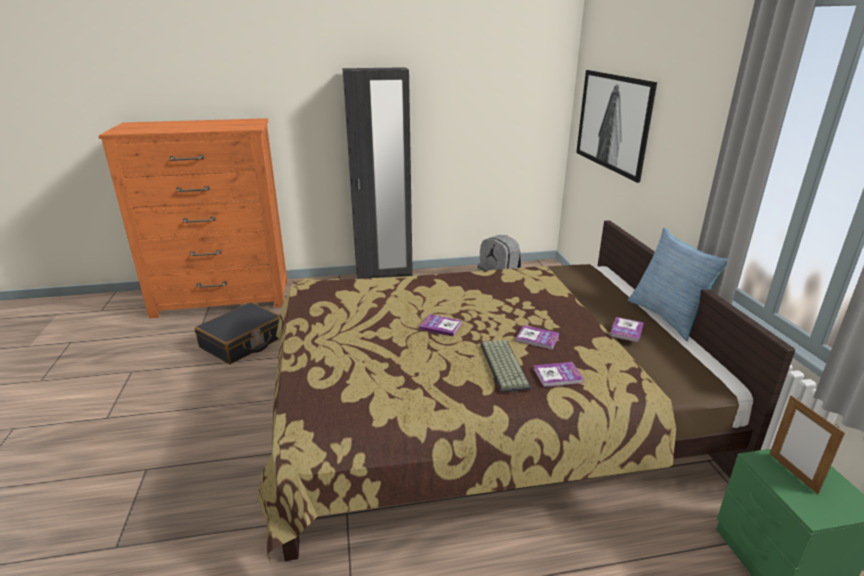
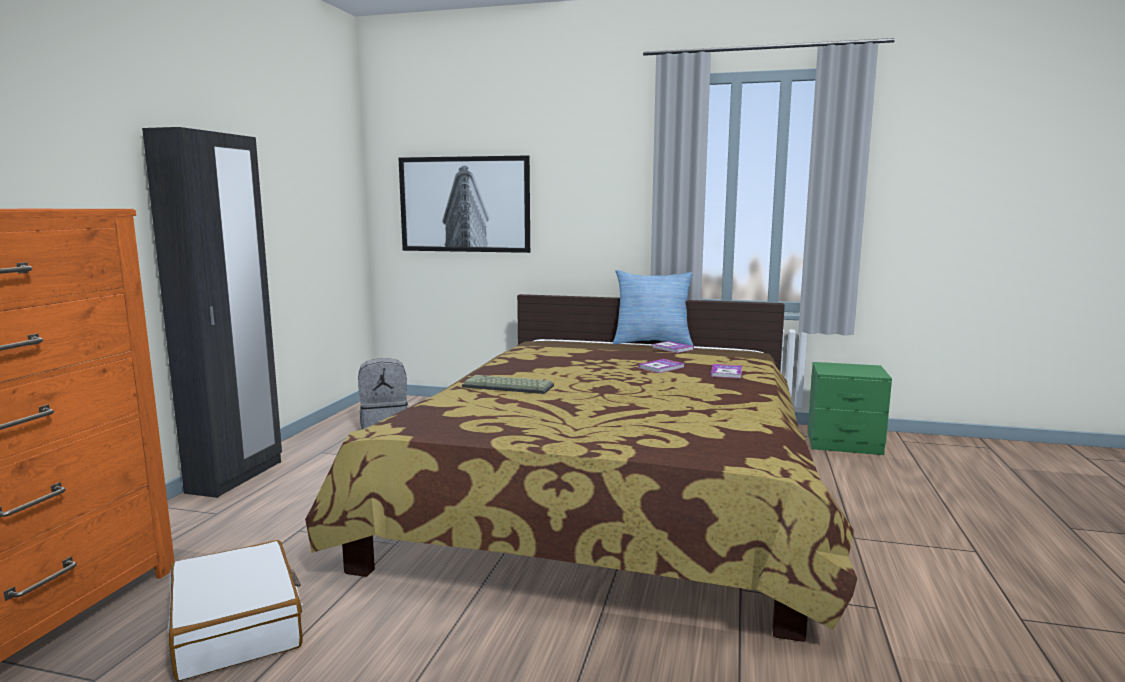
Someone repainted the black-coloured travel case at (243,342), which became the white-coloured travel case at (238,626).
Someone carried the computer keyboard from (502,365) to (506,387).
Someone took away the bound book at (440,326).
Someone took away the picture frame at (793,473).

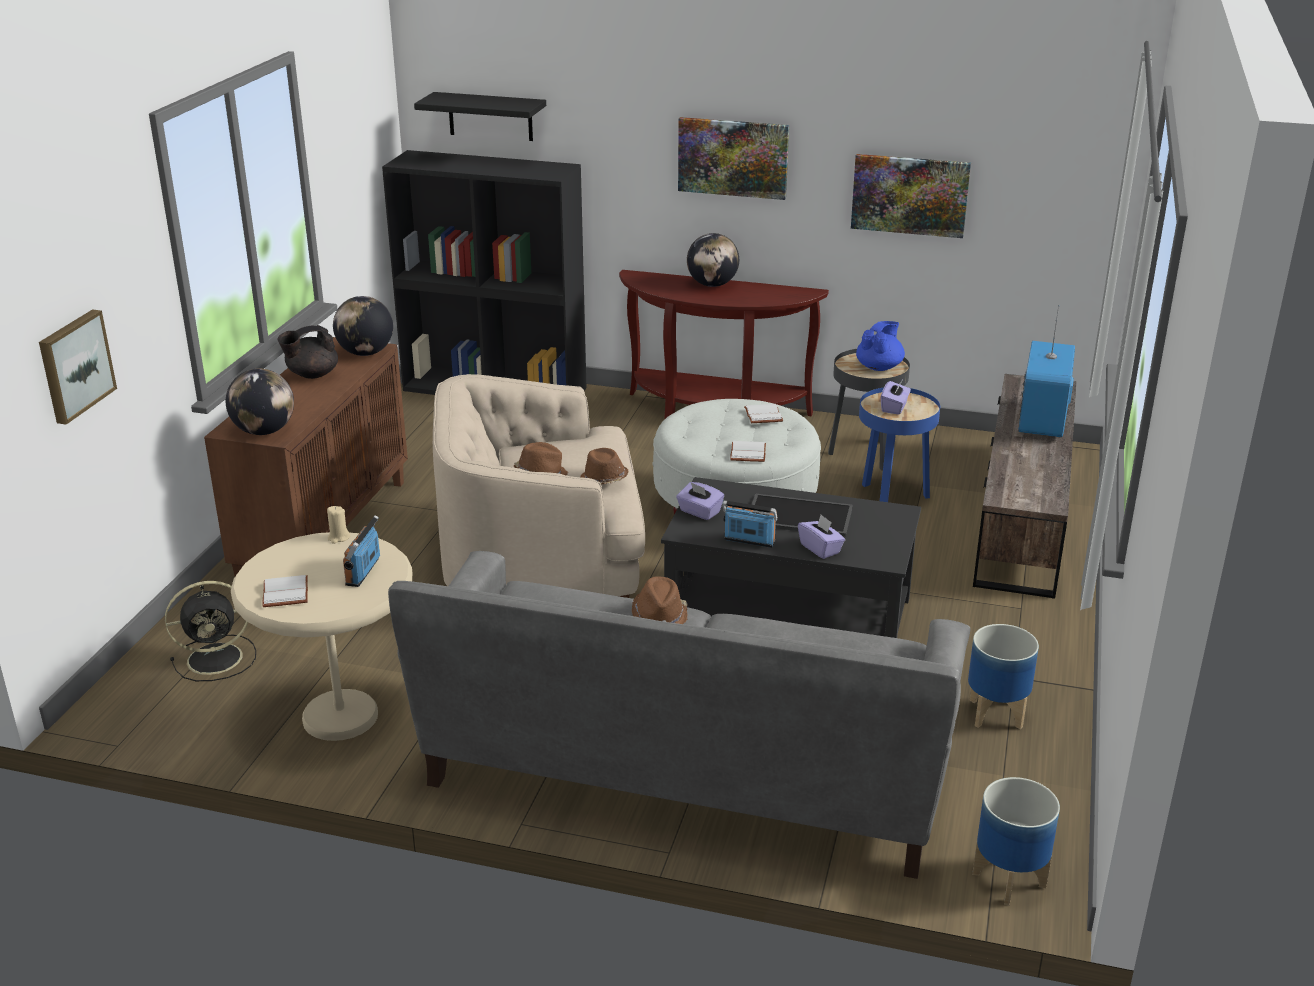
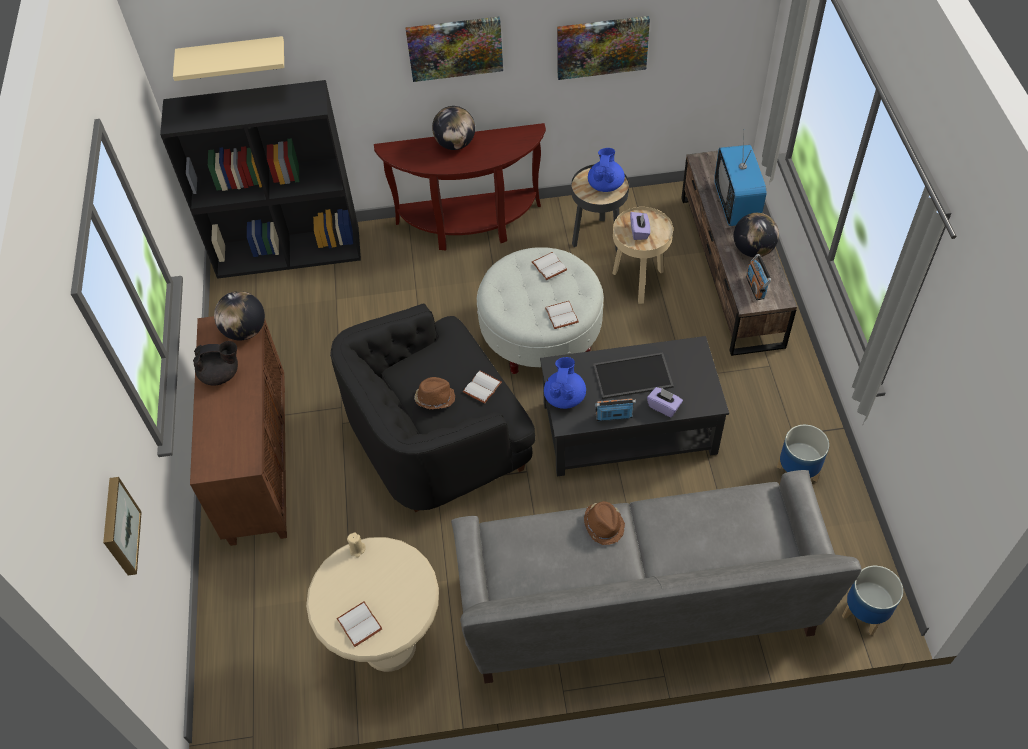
Someone repainted the black-coloured wall shelf at (490,116), which became the beige wall shelf at (233,57).
Someone rotated the black-coloured pot for tea at (312,374) by 135 degrees counterclockwise.
Someone repainted the beige easy chair at (542,565), which became the black-coloured easy chair at (438,440).
Someone swapped the brown-coloured wearable hat at (603,480) for the white-coloured bound book at (483,388).
Someone swapped the purple-coloured box of tissues at (699,512) for the blue pot for tea at (564,397).
Someone repainted the blue side table at (891,498), which became the beige side table at (638,281).
Someone carried the world globe from (264,431) to (753,250).
Someone carried the radio from (363,572) to (755,287).
Someone took away the black-coloured electric fan at (217,658).

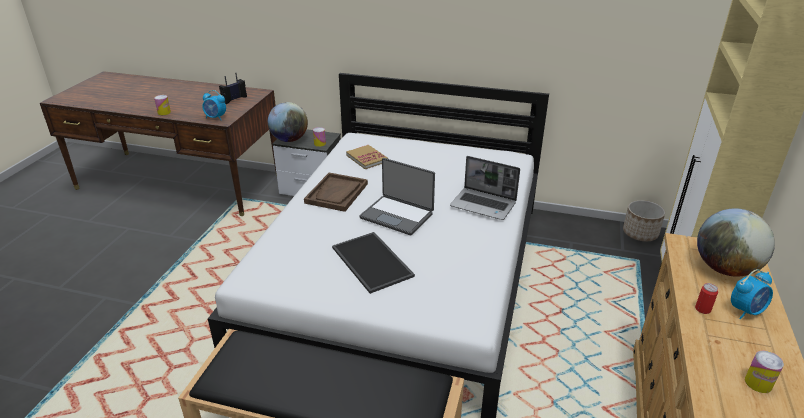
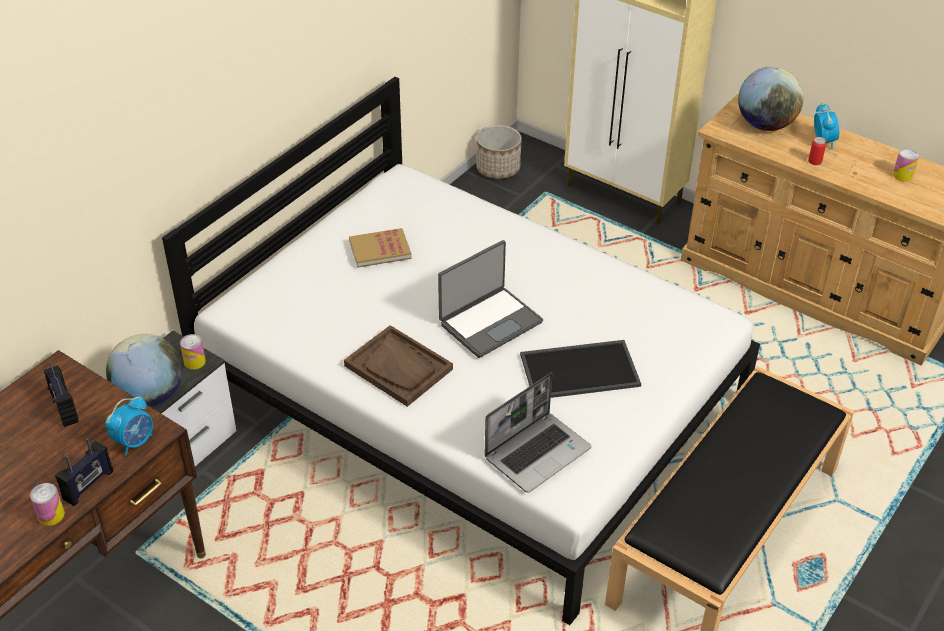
Someone put down the radio at (89,485).
Someone carried the bound book from (367,158) to (380,250).
Someone carried the portable computer from (484,205) to (537,452).

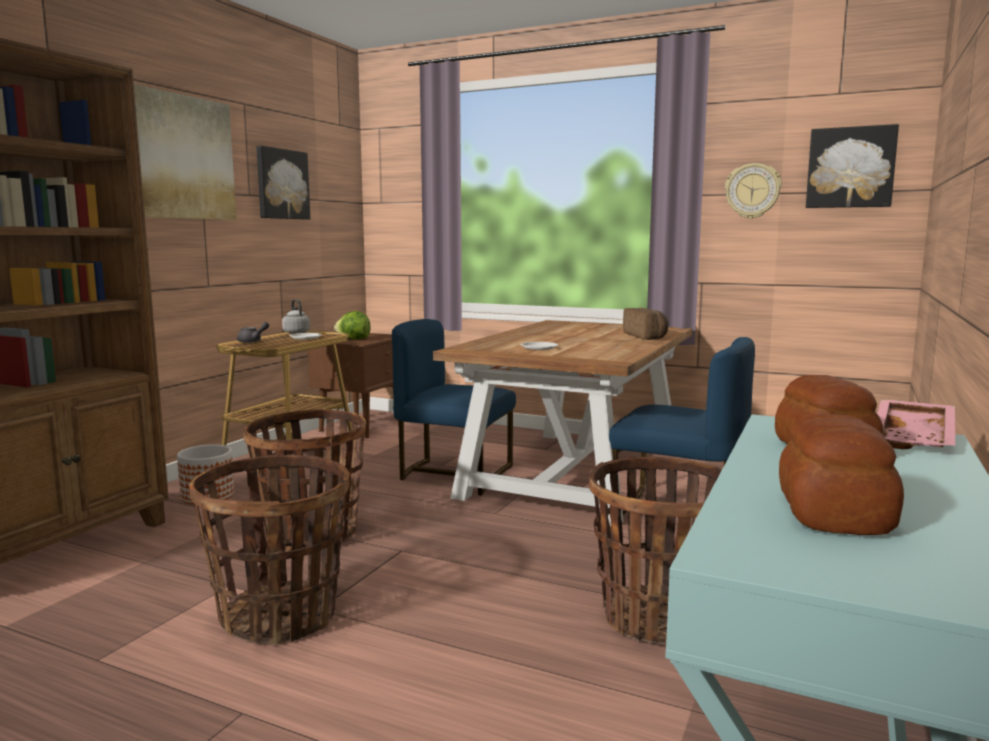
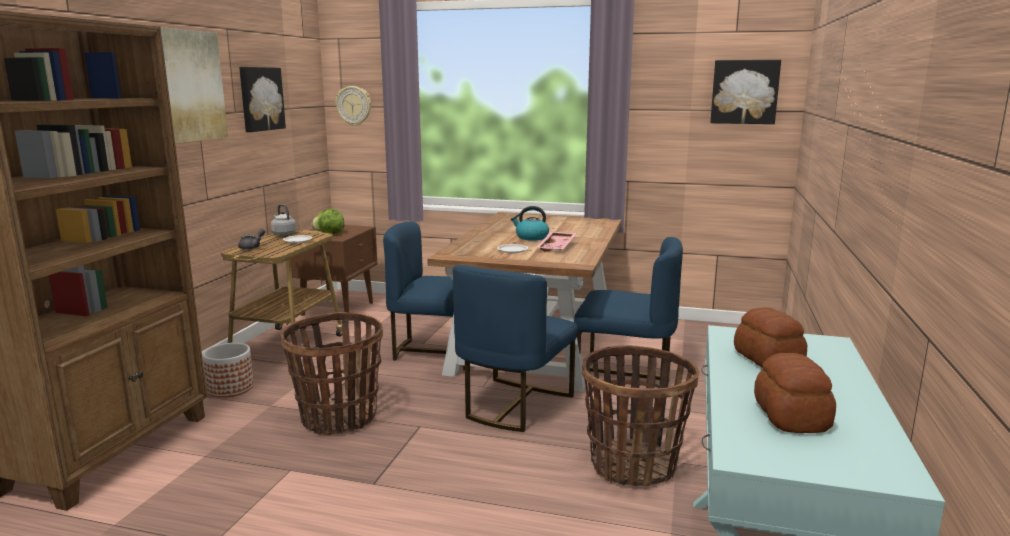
Someone carried the hanging clock from (752,191) to (354,106).
Someone put down the blue plain chair at (514,405).
Someone put down the tea kettle at (531,237).
Someone carried the pink tray from (915,438) to (557,247).
Someone took away the basket at (280,616).
Someone took away the bread at (647,336).

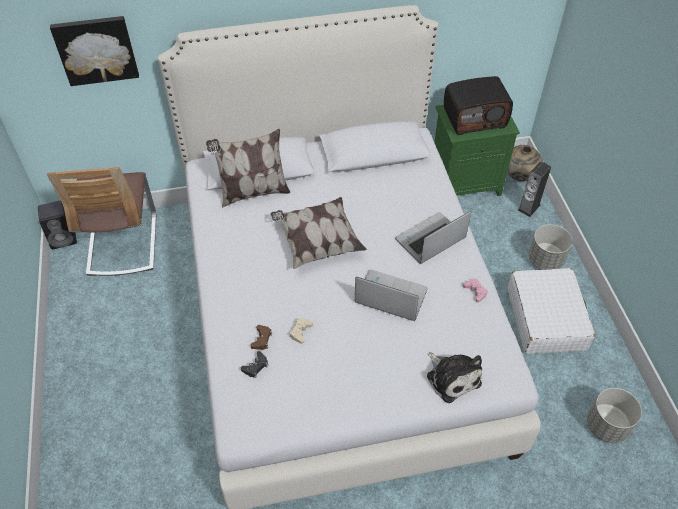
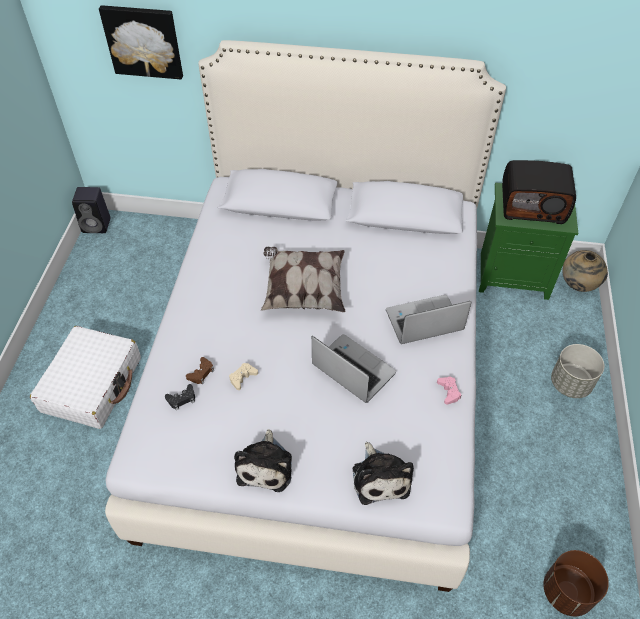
Someone carried the white-coloured travel case from (546,318) to (92,384).
Someone put down the cuddly toy at (266,465).
Someone repainted the greyish flower pot at (606,426), which became the brown-coloured flower pot at (566,592).
Someone took away the plain chair at (122,244).
Someone took away the throw pillow at (252,192).
Someone took away the audio speaker at (529,207).

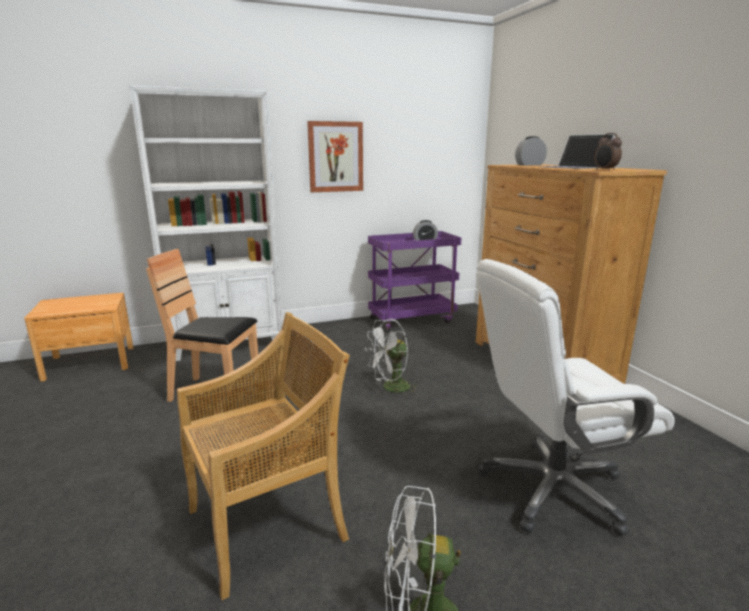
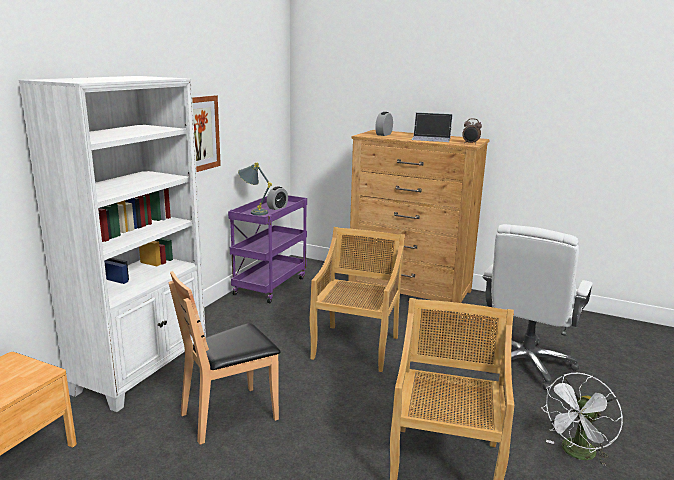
Someone put down the greyish table lamp at (253,212).
Someone swapped the white-coloured electric fan at (391,388) for the beige plain chair at (356,347).

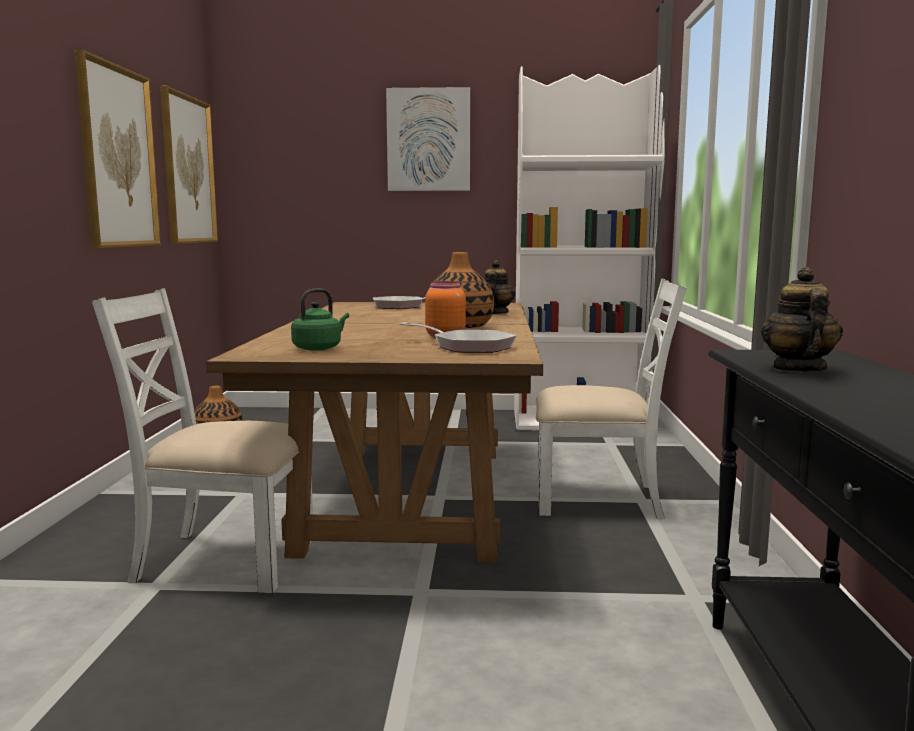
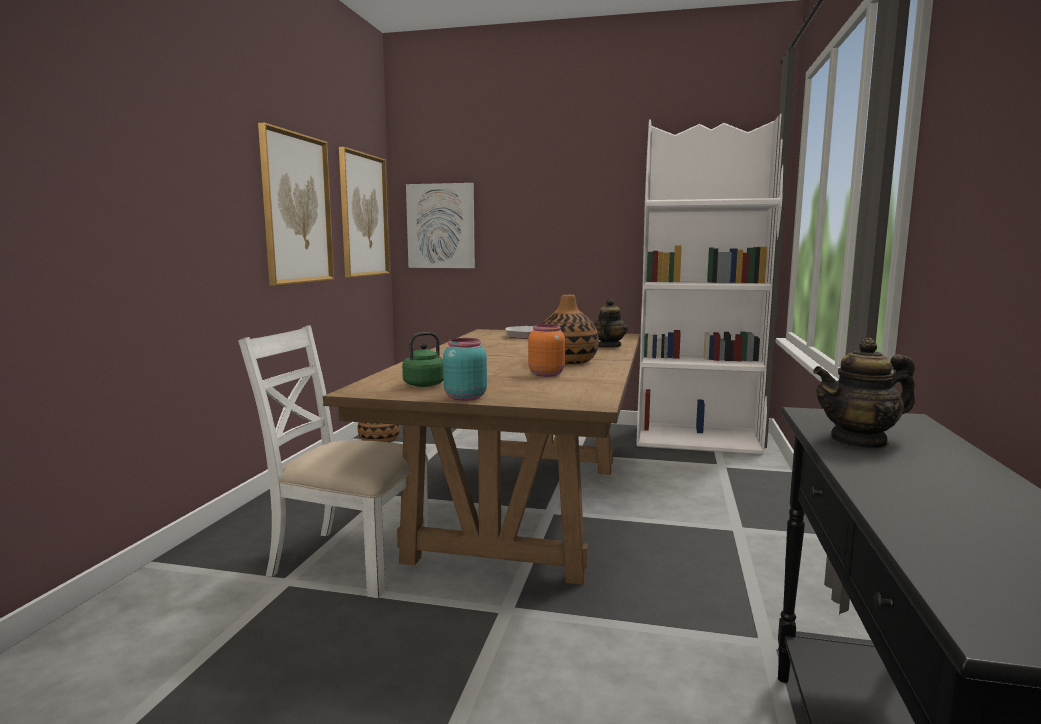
Someone carried the picture from (428,140) to (441,226).
Someone put down the turquoise jar at (464,397).
Someone rotated the pot for tea at (797,369) by 120 degrees counterclockwise.
Someone took away the frying pan at (468,347).
Someone took away the white-coloured plain chair at (599,498).

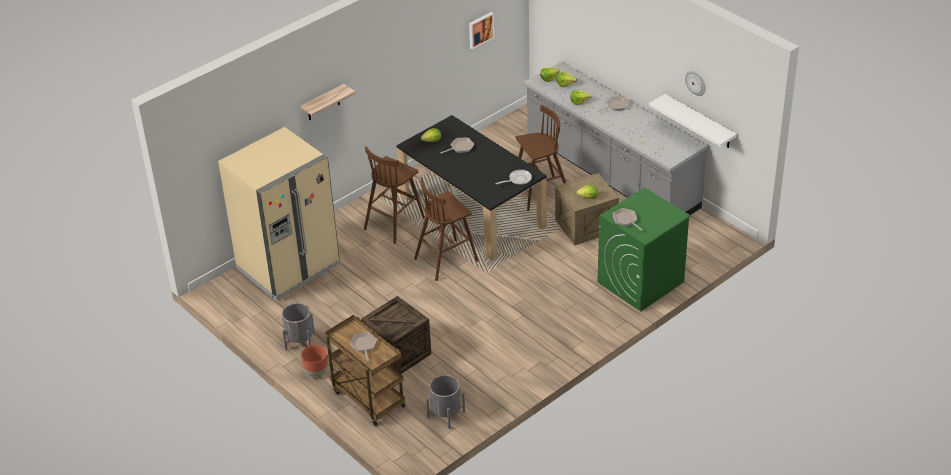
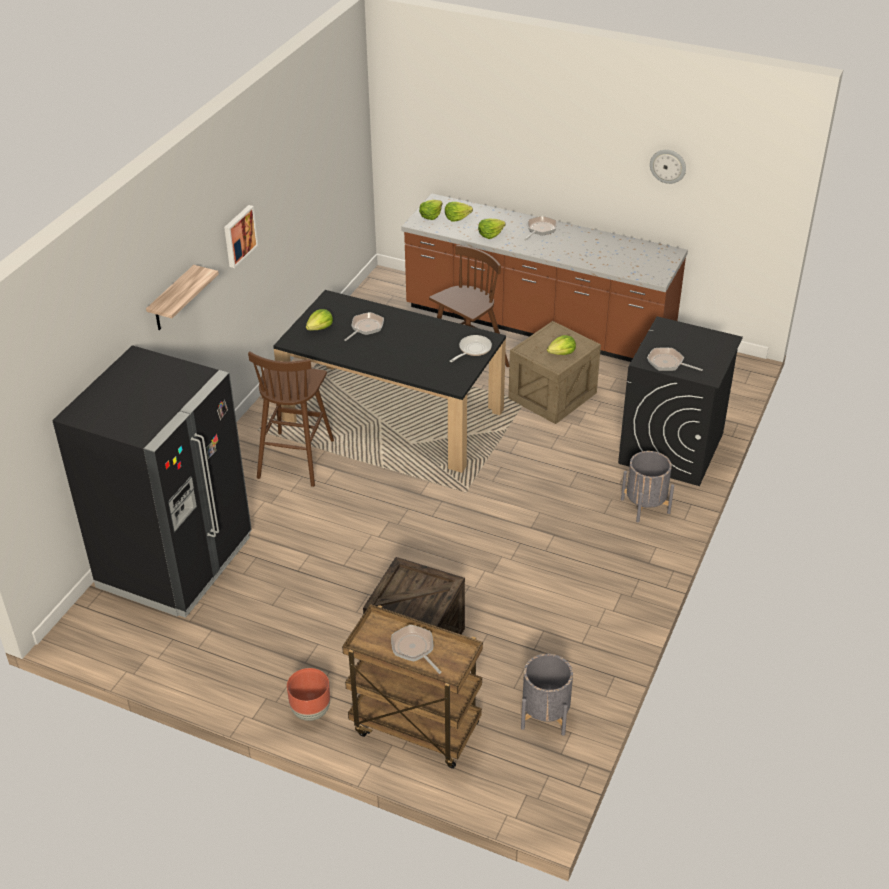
Someone repainted the beige fridge at (288,267), which became the black-coloured fridge at (176,562).
Someone carried the picture from (480,29) to (239,235).
Someone repainted the greyish counter at (611,174), which became the brown-coloured counter at (538,326).
Someone repainted the green laundry machine at (640,282), which became the black-coloured laundry machine at (671,449).
Someone carried the greyish flower pot from (300,341) to (645,506).
Someone took away the brown-coloured stool seat at (447,259).
Someone took away the white-coloured wall shelf at (699,122).

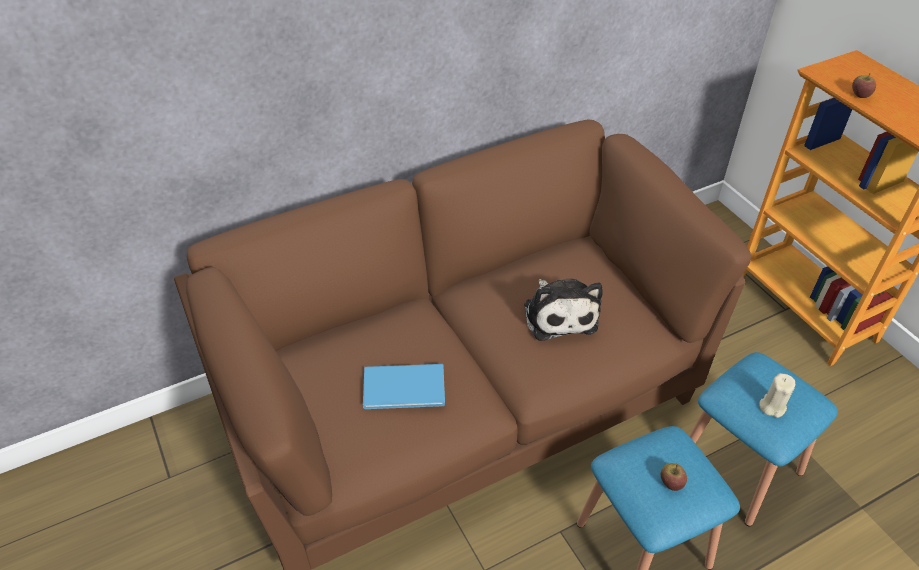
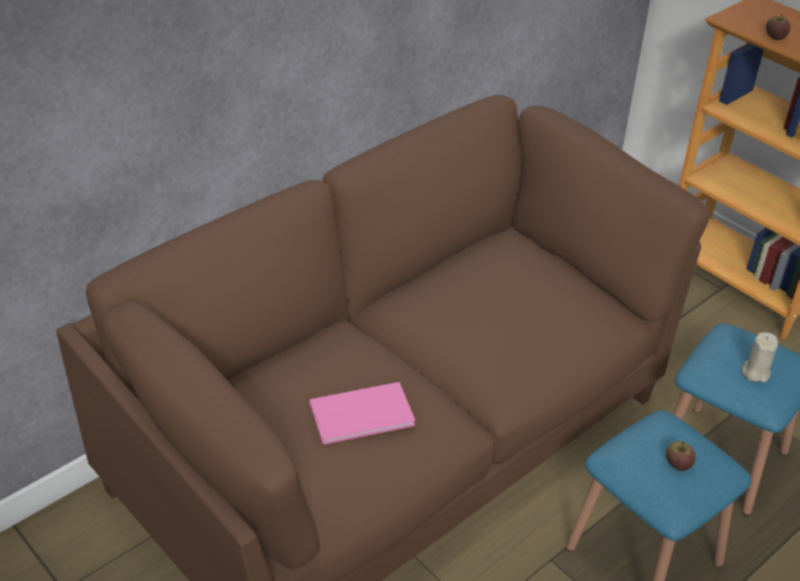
Someone repainted the blue bound book at (406,389), which became the pink bound book at (365,415).
Someone took away the cuddly toy at (559,314).

